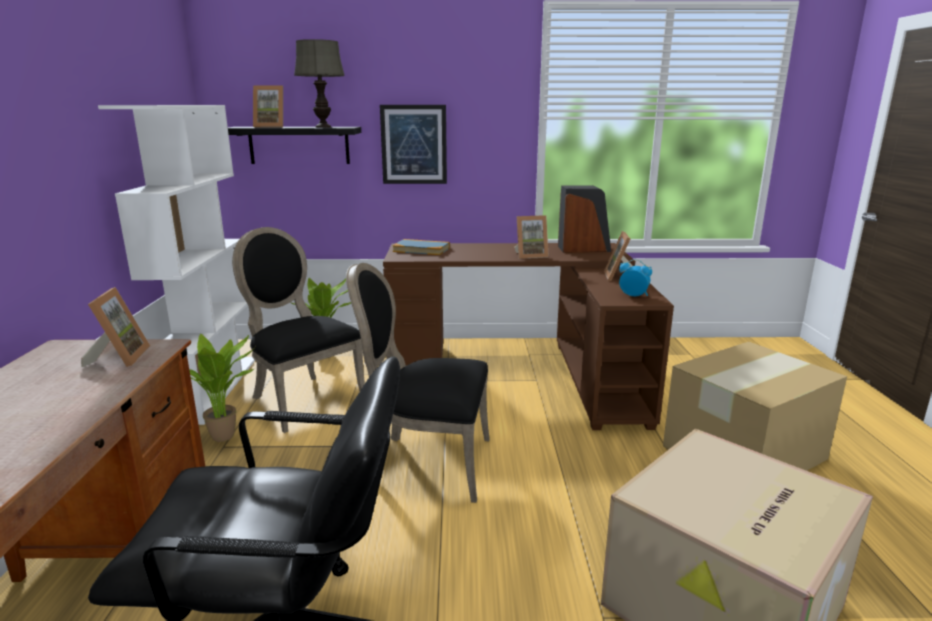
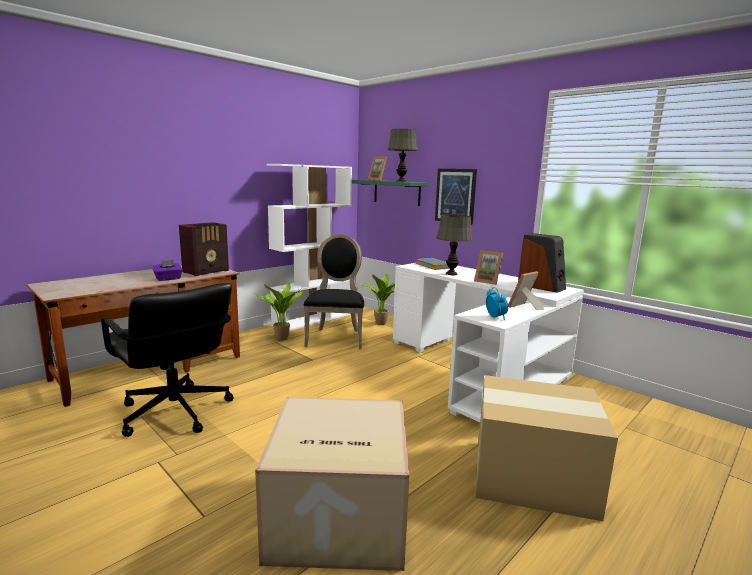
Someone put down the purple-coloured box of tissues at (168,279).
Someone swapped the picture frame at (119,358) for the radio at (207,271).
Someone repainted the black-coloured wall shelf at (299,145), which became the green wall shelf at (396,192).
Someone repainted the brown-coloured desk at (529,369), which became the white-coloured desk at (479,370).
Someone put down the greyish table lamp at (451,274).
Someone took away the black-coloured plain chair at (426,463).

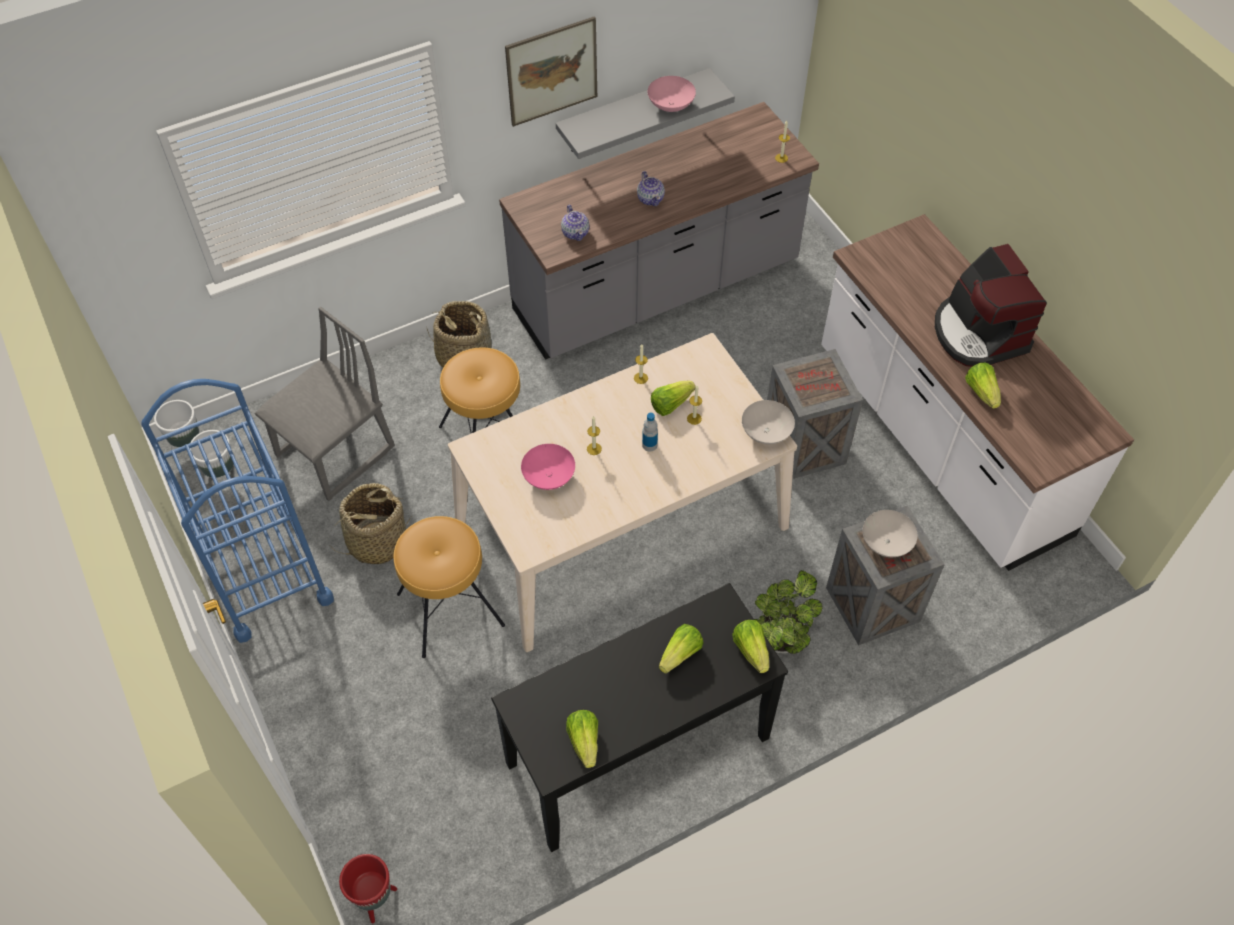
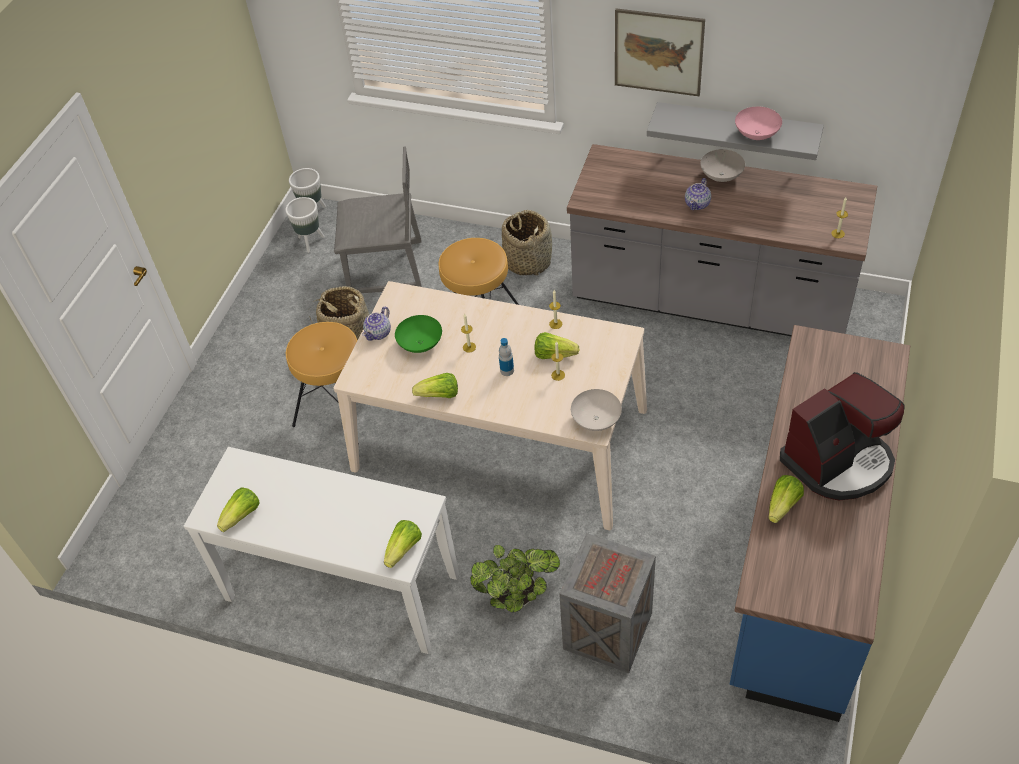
Someone repainted the black-coloured narrow table at (638,751), which became the white-coloured narrow table at (341,588).
Someone carried the pot for tea from (575,232) to (379,333).
Someone repainted the pink bowl at (549,476), which became the green bowl at (421,344).
Someone carried the head of lettuce from (680,654) to (439,395).
Someone carried the white-coloured bowl from (886,542) to (722,176).
Someone repainted the white-coloured counter at (939,443), which became the blue counter at (804,561).
Someone rotated the coffee machine at (978,333) by 150 degrees counterclockwise.
Someone took away the blue trolley at (265,571).
Someone took away the red-coloured flower pot at (375,899).
Someone took away the packing crate at (805,447).

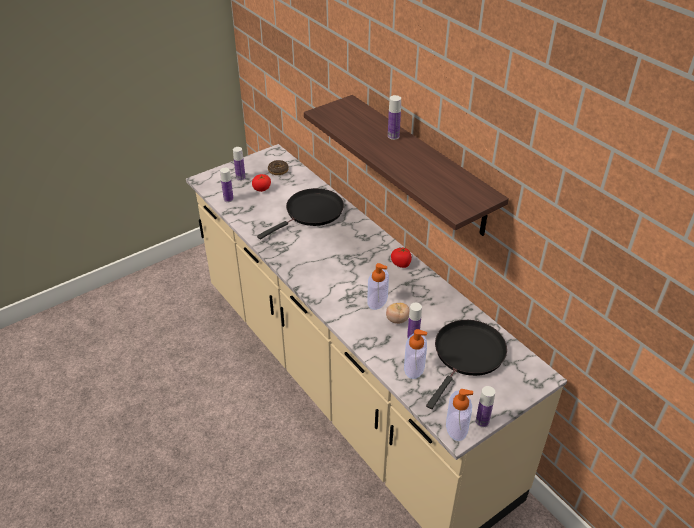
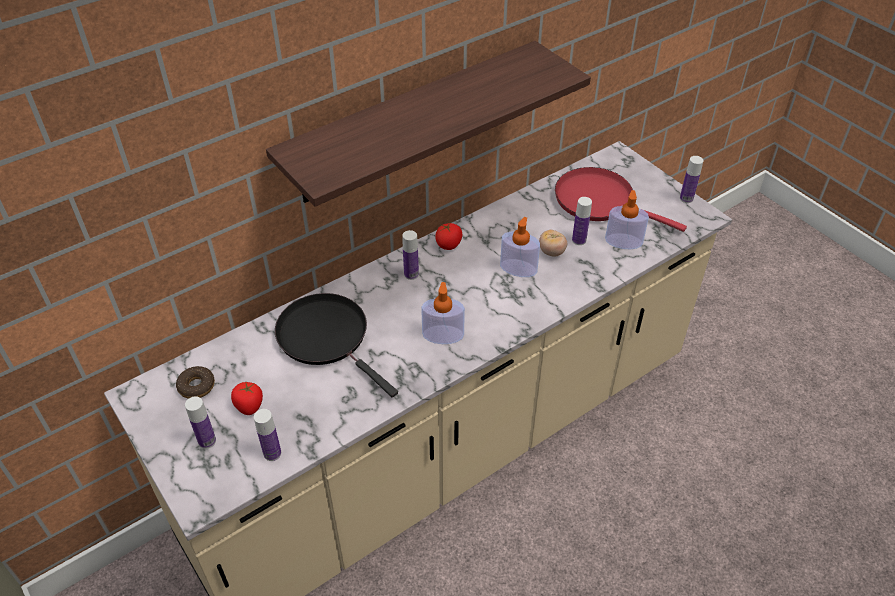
Someone carried the drink bottle from (393,136) to (411,274).
Someone carried the soap dispenser from (456,426) to (443,335).
Someone repainted the black-coloured frying pan at (467,355), which became the red-coloured frying pan at (599,201).

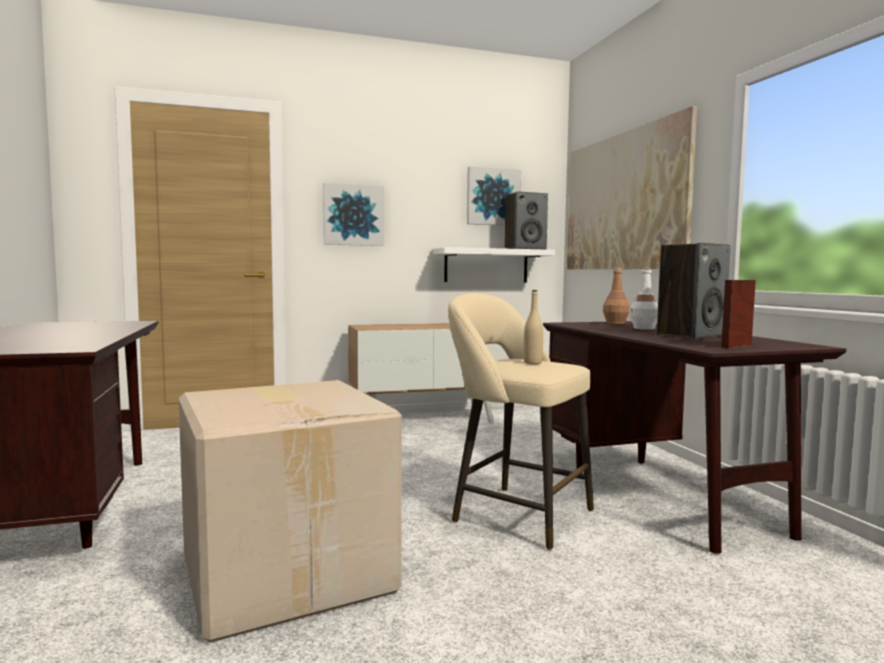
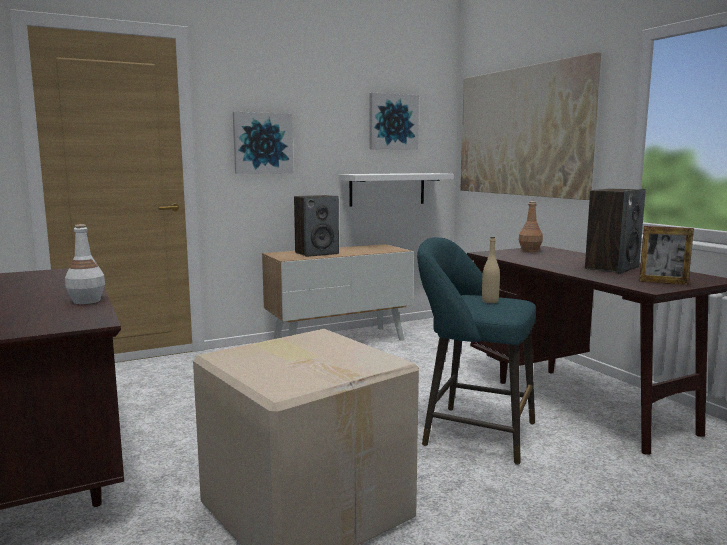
Someone carried the white-coloured drink bottle from (644,328) to (87,301).
Someone carried the audio speaker from (525,249) to (317,253).
Someone repainted the beige stool seat at (516,514), which became the turquoise stool seat at (472,433).
Someone rotated the picture frame at (736,346) by 105 degrees counterclockwise.

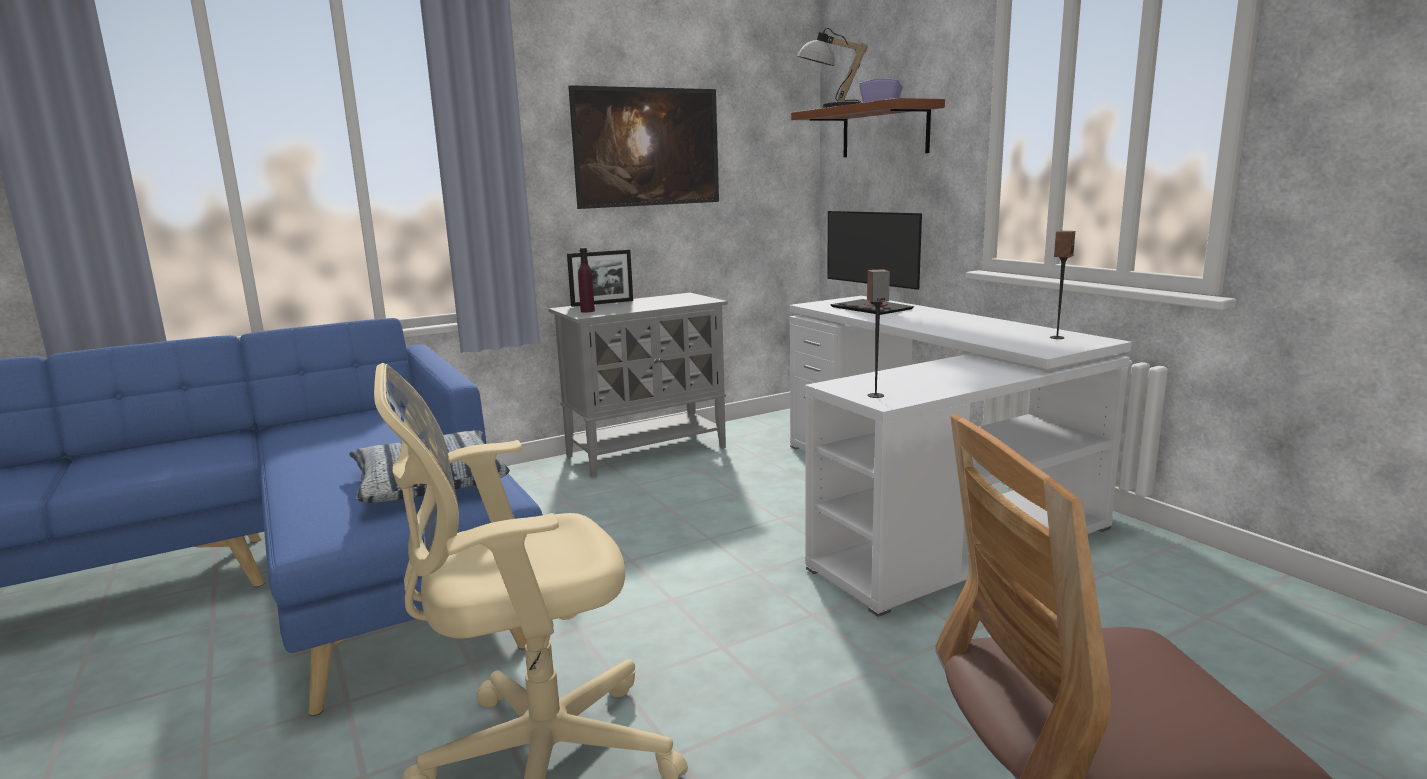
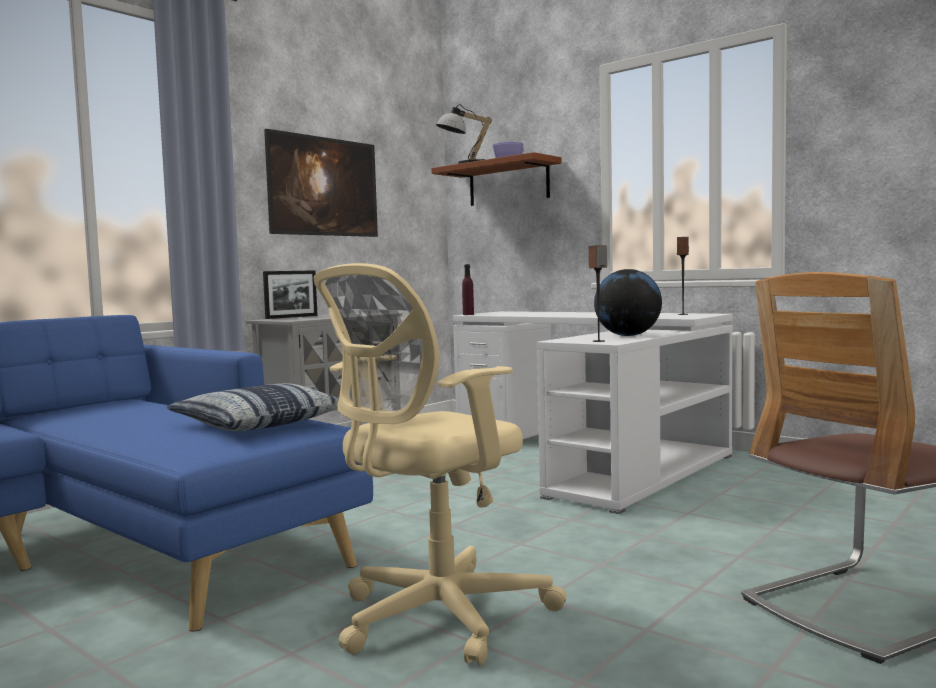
Someone carried the purple-coloured drink bottle from (587,311) to (468,314).
Someone put down the world globe at (628,335).
Someone took away the computer display at (872,308).

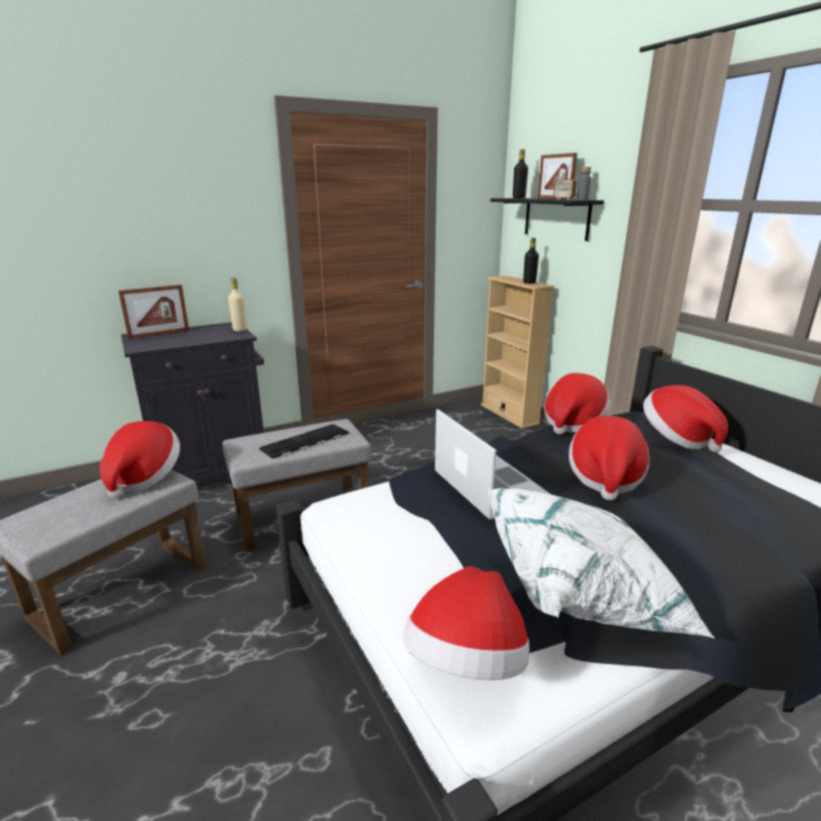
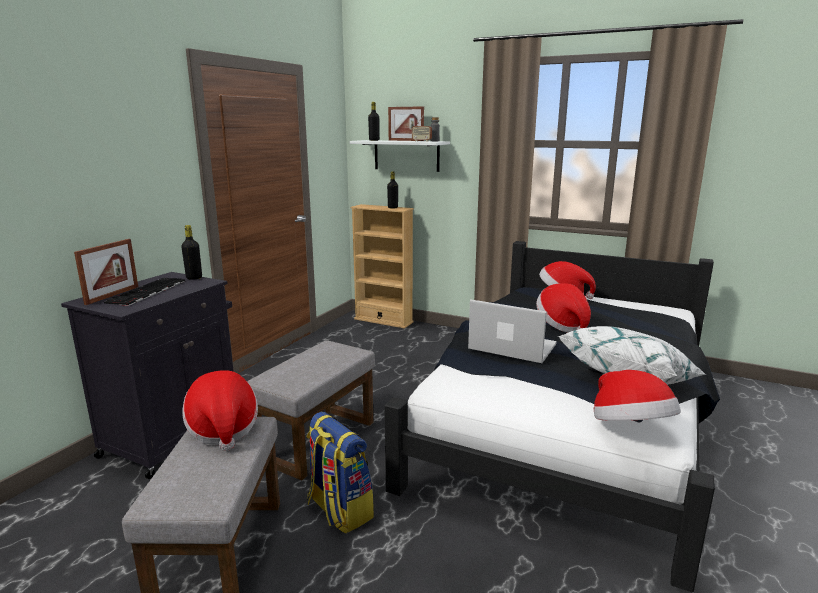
Someone carried the computer keyboard from (305,442) to (147,292).
Someone repainted the beige drink bottle at (240,330), which became the black-coloured drink bottle at (194,278).
Someone put down the knapsack at (338,510).
Someone repainted the black-coloured wall shelf at (556,218), which became the white-coloured wall shelf at (406,155).
Someone took away the wearable hat at (573,422).

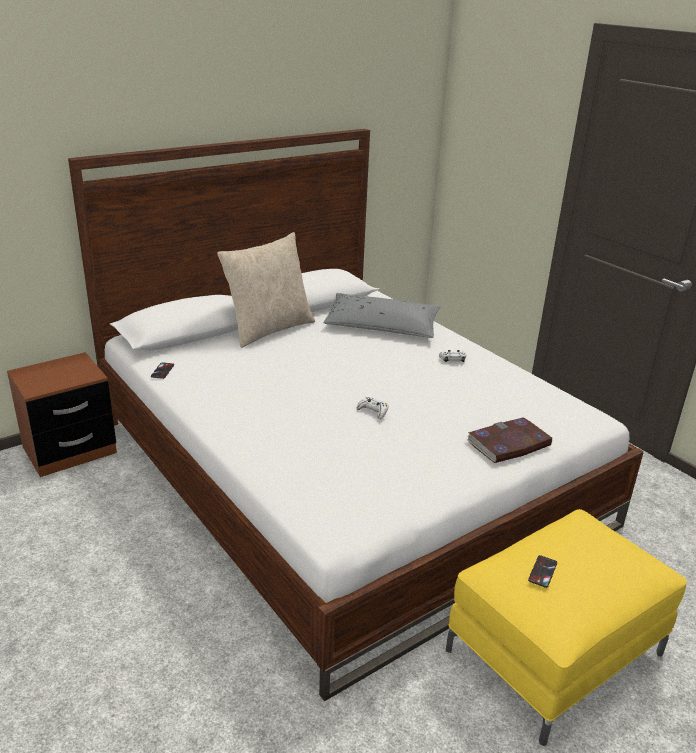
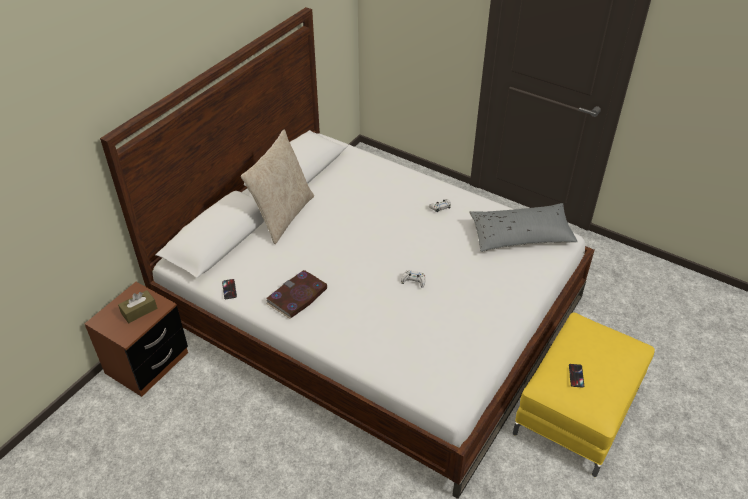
Someone put down the brown-coloured box of tissues at (139,311).
Someone carried the bound book from (508,443) to (297,296).
Someone carried the greyish throw pillow from (382,327) to (521,235).

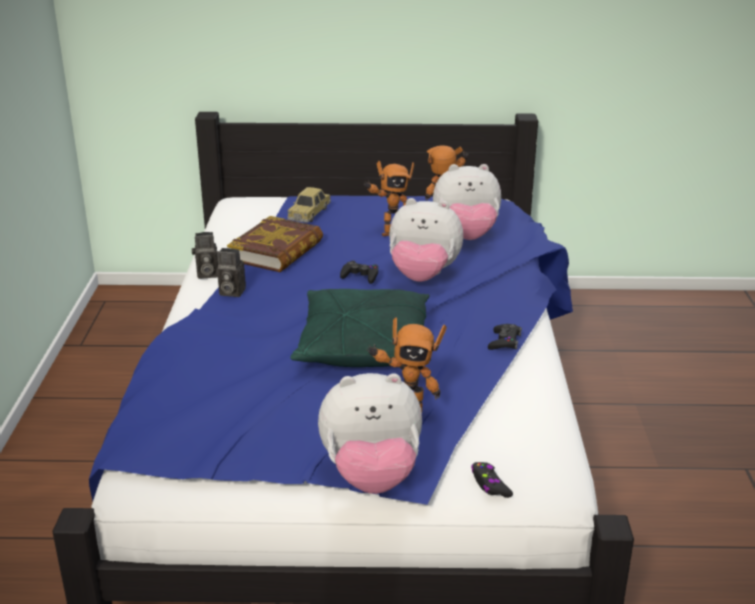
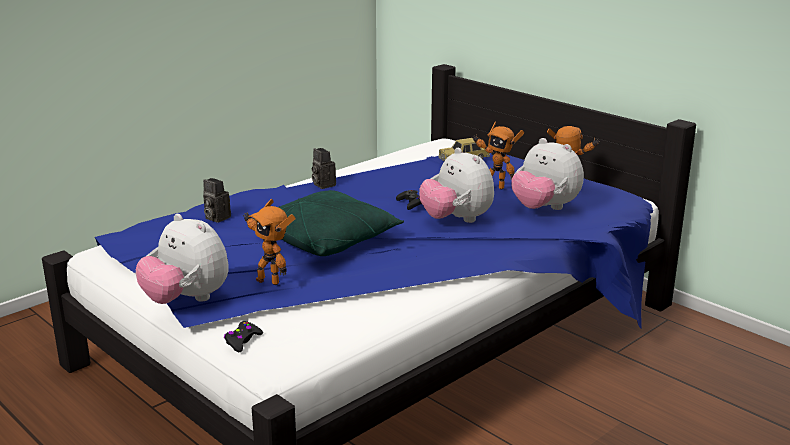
Someone carried the photo camera from (206,274) to (216,218).
Someone took away the bound book at (277,251).
Someone took away the black-coloured gamepad at (504,342).

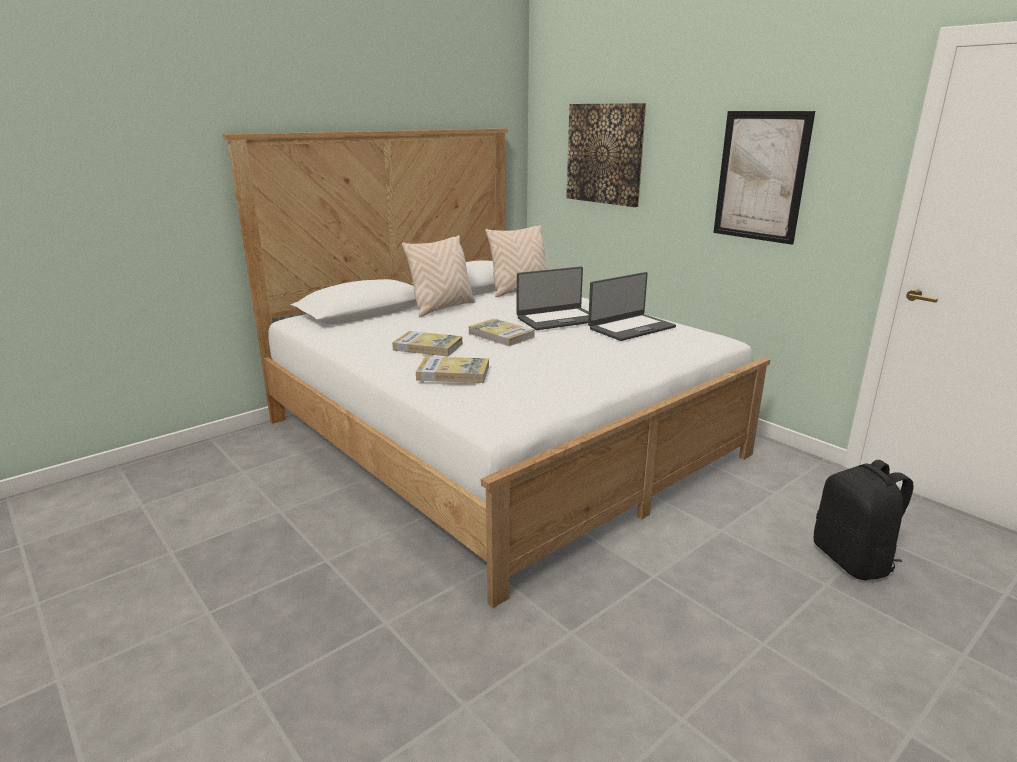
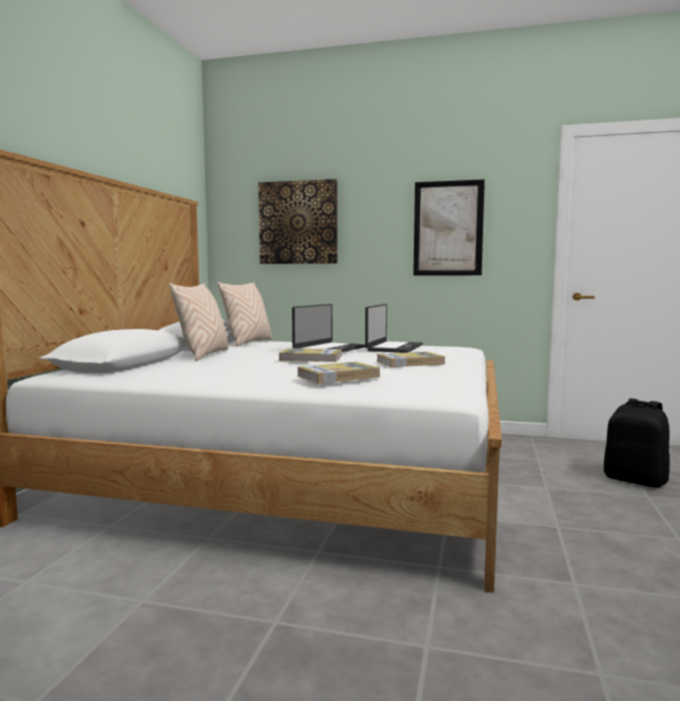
Someone carried the bound book from (428,347) to (410,363).

